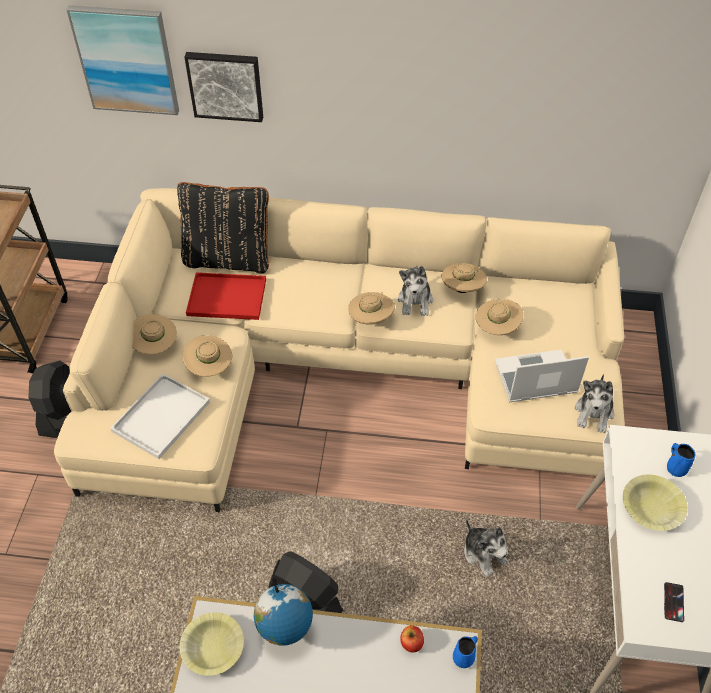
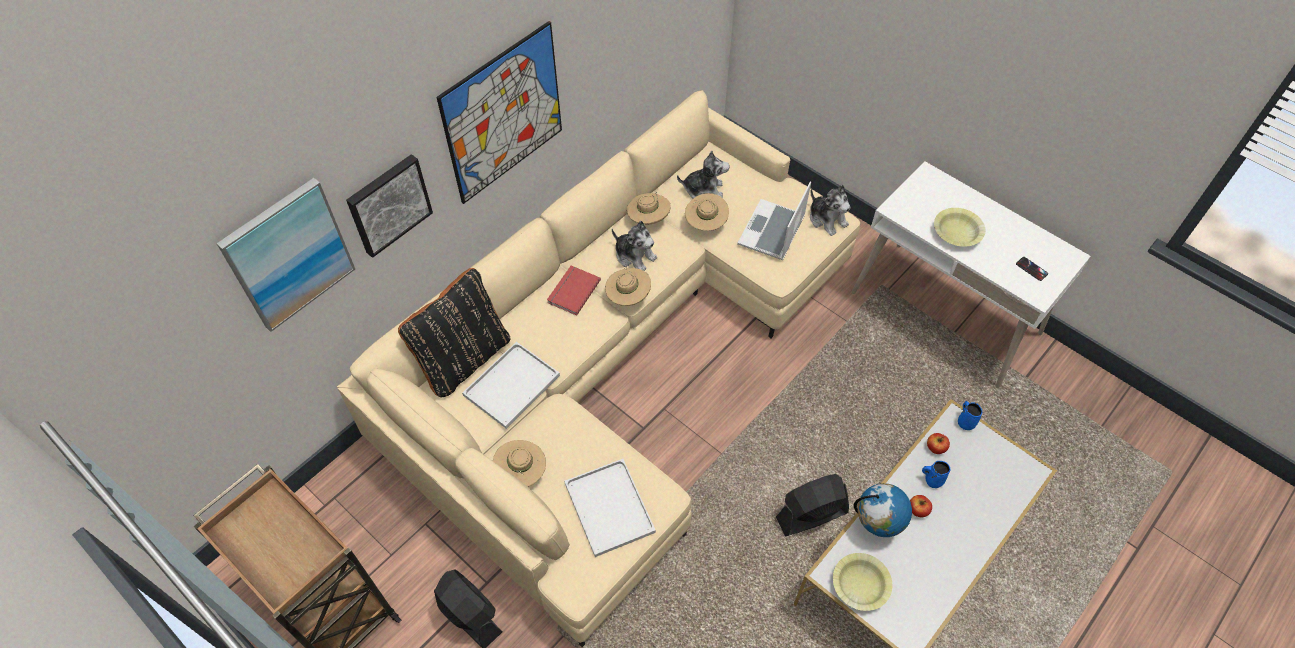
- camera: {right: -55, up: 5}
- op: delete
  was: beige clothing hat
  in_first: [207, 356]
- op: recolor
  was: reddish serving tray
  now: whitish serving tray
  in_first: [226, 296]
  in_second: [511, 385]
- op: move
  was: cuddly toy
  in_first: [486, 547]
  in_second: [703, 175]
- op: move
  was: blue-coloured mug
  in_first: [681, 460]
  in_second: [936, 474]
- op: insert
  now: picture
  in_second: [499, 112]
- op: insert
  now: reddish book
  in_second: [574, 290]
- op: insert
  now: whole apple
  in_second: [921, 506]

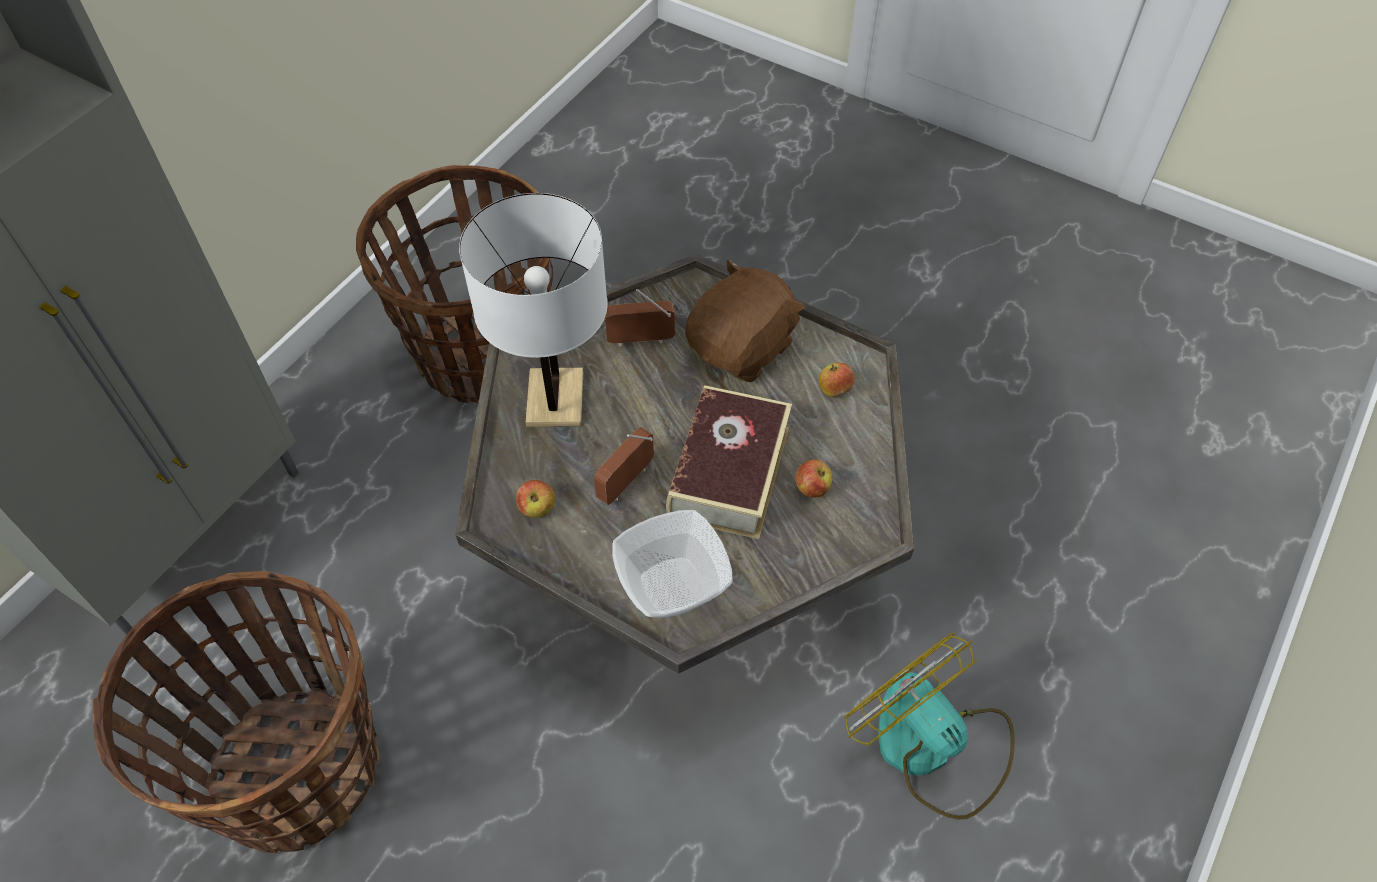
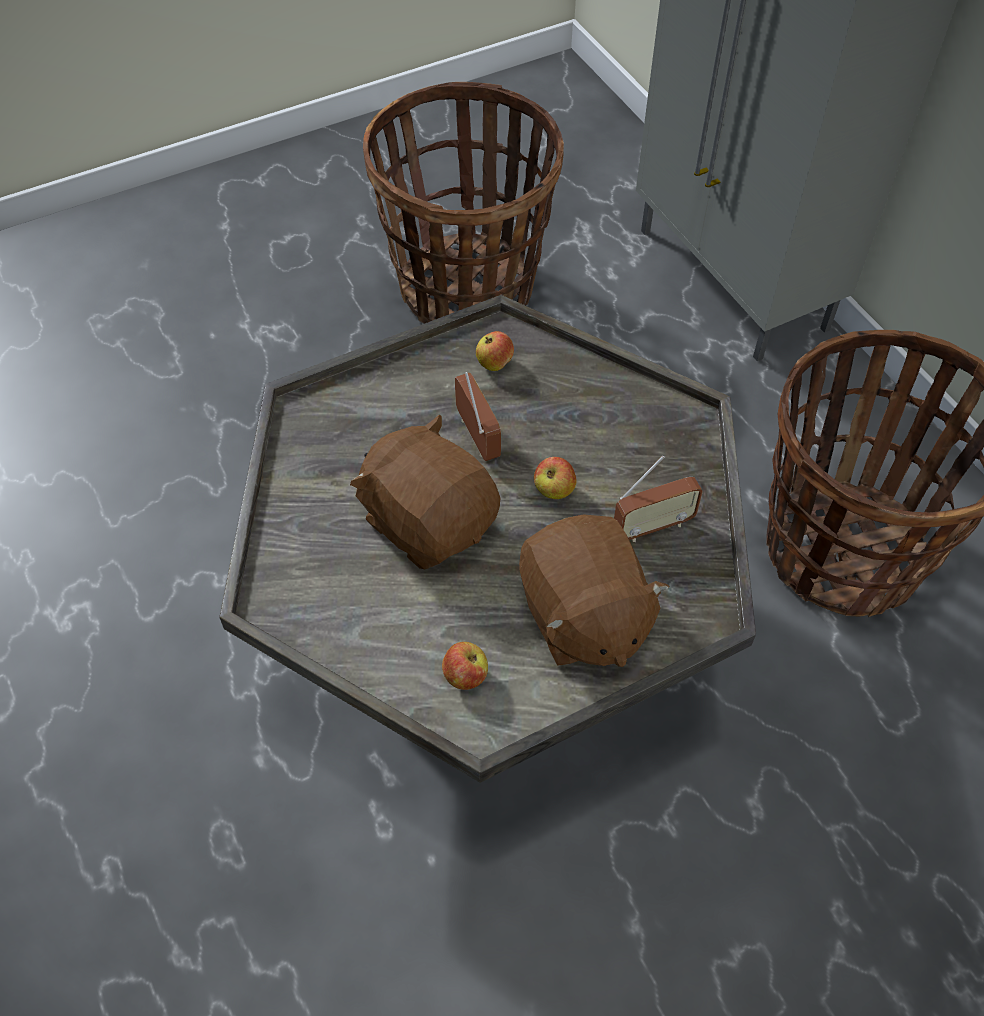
- camera: {right: 120, up: 0}
- op: delete
  was: whitish lamp for a table
  in_first: [533, 310]
- op: rotate
  was: radio set
  in_first: [640, 318]
  in_second: [658, 499]
  clockwise: 45
- op: delete
  was: serving bowl
  in_first: [672, 564]
- op: replace
  was: book
  now: brown-coloured cuddly toy
  in_first: [729, 462]
  in_second: [425, 491]
- op: move
  was: whole apple
  in_first: [814, 478]
  in_second: [555, 478]
- op: delete
  was: cooling fan
  in_first: [929, 726]

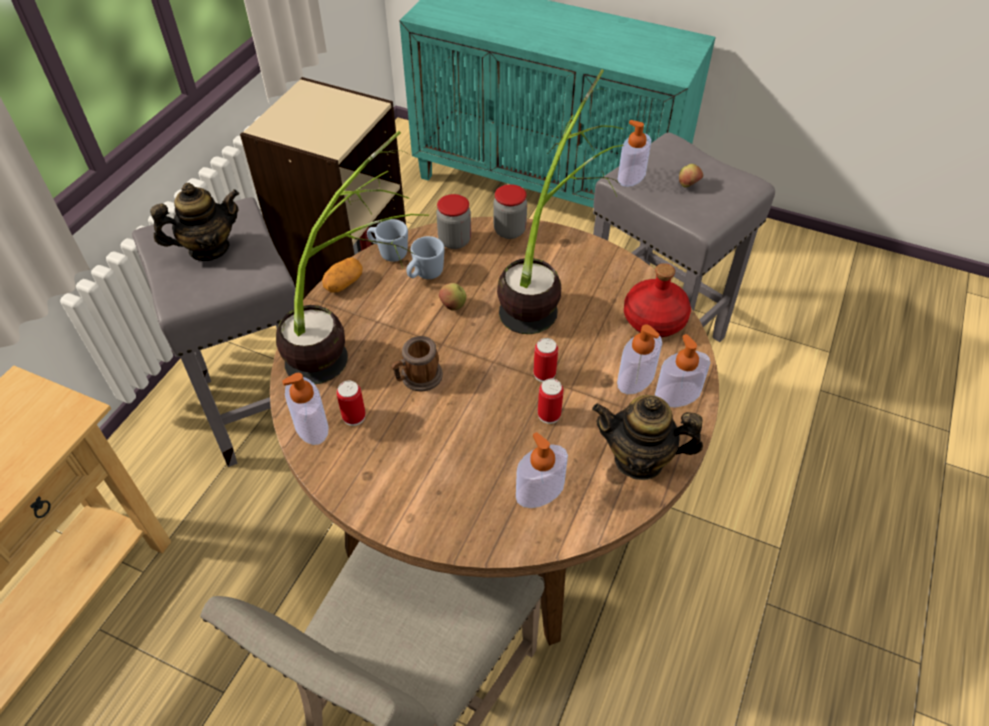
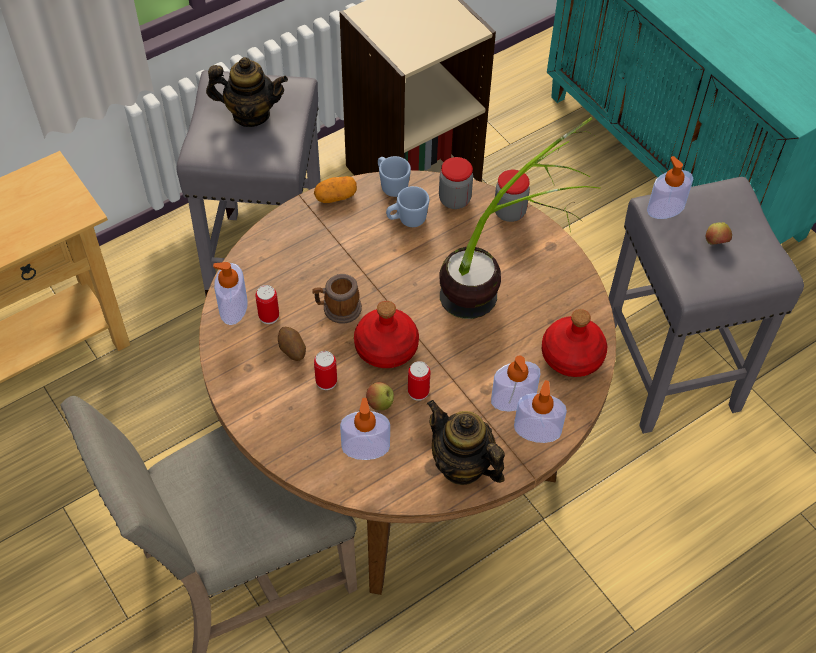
- camera: {right: 30, up: 5}
- op: delete
  was: houseplant
  in_first: [352, 257]
- op: move
  was: whole apple
  in_first: [453, 296]
  in_second: [380, 396]
- op: move
  was: sealed can
  in_first: [545, 360]
  in_second: [325, 370]
- op: insert
  now: potato
  in_second: [292, 344]
- op: insert
  now: reddish bottle
  in_second: [386, 334]

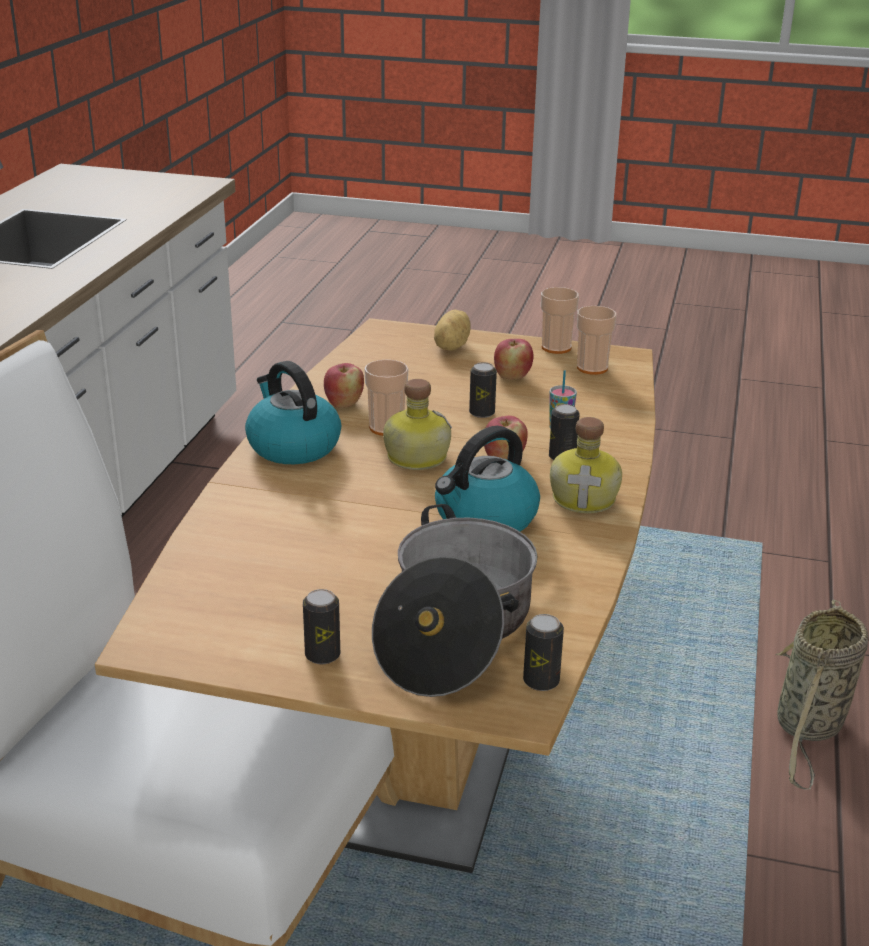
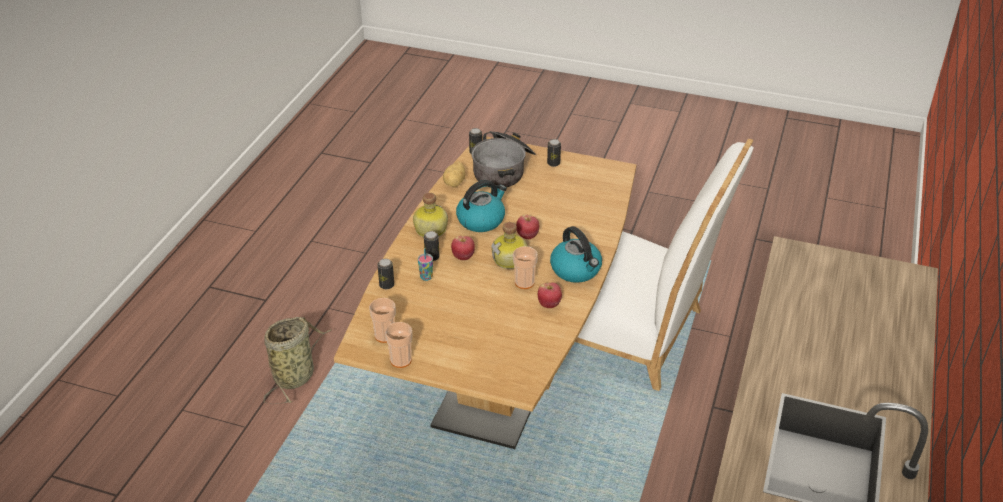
- camera: {right: -175, up: 10}
- op: move
  was: potato
  in_first: [452, 330]
  in_second: [454, 174]
- op: move
  was: sealed can
  in_first: [483, 390]
  in_second: [385, 274]
- op: move
  was: whole apple
  in_first: [513, 359]
  in_second: [527, 226]

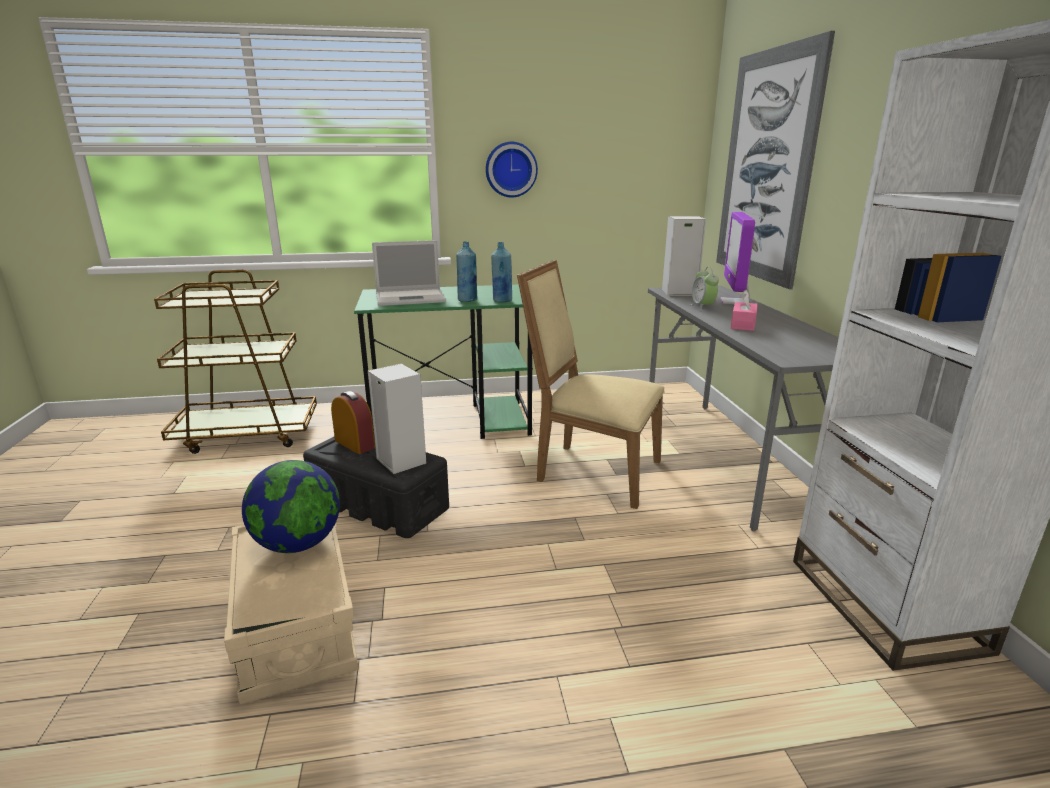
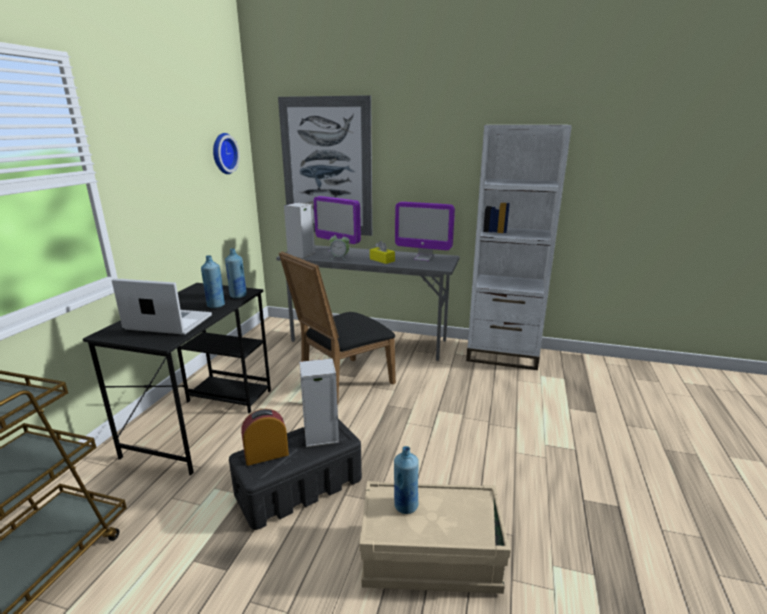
- camera: {right: -65, up: 0}
- op: replace
  was: desk globe
  now: blue-coloured bottle
  in_first: [291, 506]
  in_second: [406, 480]
- op: recolor
  was: green desk table
  now: black-coloured desk table
  in_first: [443, 361]
  in_second: [177, 379]
- op: rotate
  was: notebook computer
  in_first: [409, 273]
  in_second: [162, 306]
  clockwise: -90
- op: move
  was: clock on the wall
  in_first: [512, 170]
  in_second: [226, 153]
- op: recolor
  was: beige chair
  now: black-coloured chair
  in_first: [590, 384]
  in_second: [337, 328]
- op: recolor
  was: pink box of tissues
  now: yellow-coloured box of tissues
  in_first: [744, 310]
  in_second: [382, 252]
- op: insert
  now: monitor
  in_second: [425, 231]

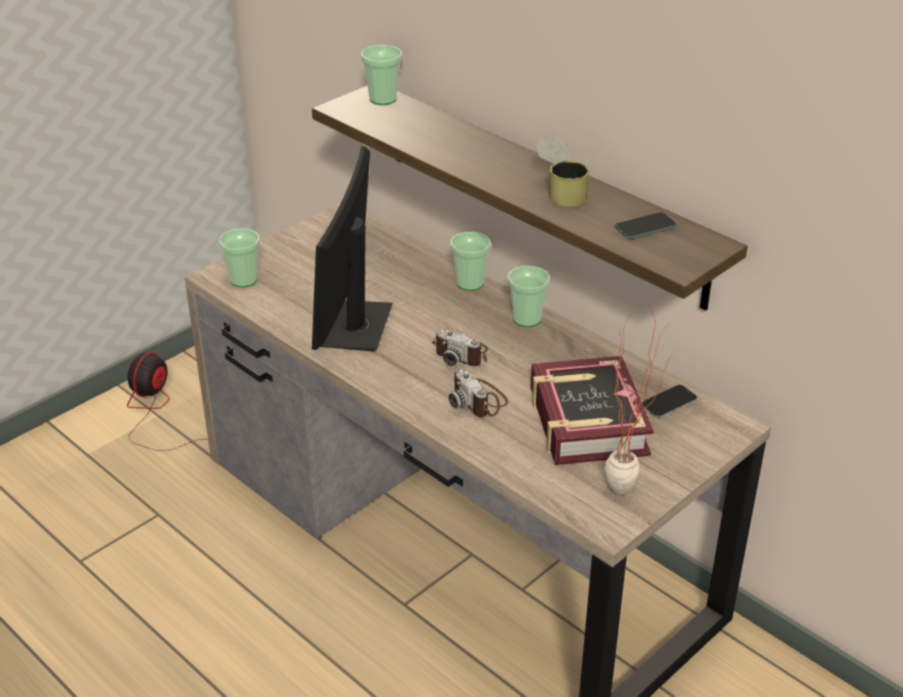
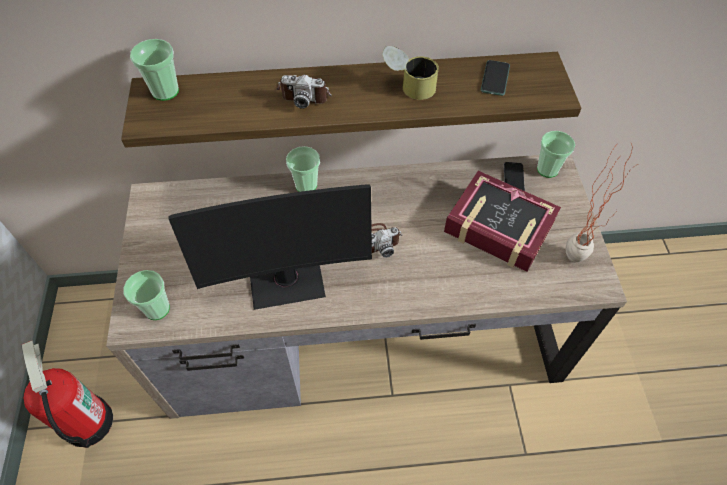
- camera: {right: -50, up: 20}
- op: replace
  was: cooling fan
  now: fire extinguisher
  in_first: [167, 401]
  in_second: [67, 394]
- op: rotate
  was: monitor
  in_first: [352, 249]
  in_second: [270, 247]
  clockwise: -60
- op: move
  was: still camera
  in_first: [478, 393]
  in_second: [304, 92]
- op: move
  was: cup
  in_first: [529, 296]
  in_second: [556, 154]

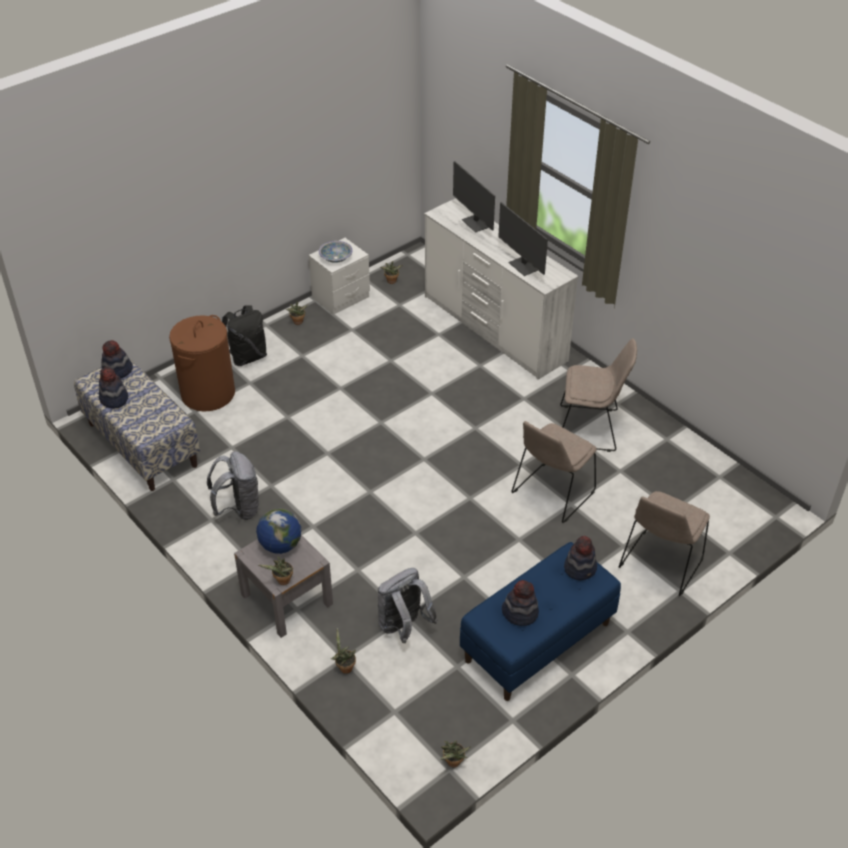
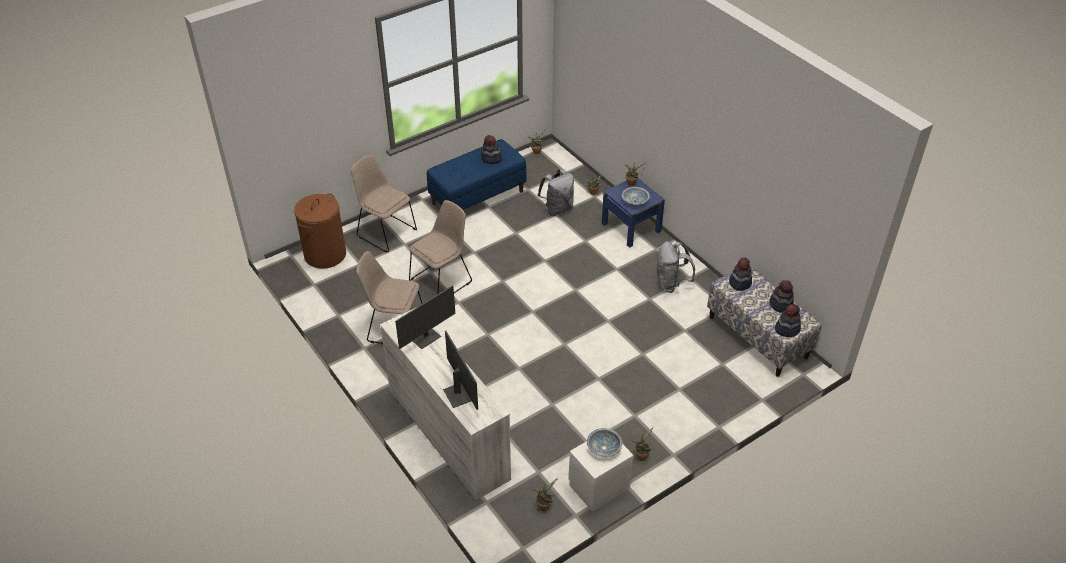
- camera: {right: -175, up: 0}
- op: move
  was: brown-coloured laundry basket
  in_first: [202, 363]
  in_second: [320, 231]
- op: delete
  was: black-coloured backpack
  in_first: [244, 335]
- op: recolor
  was: gray night table
  now: blue-coloured night table
  in_first: [283, 586]
  in_second: [633, 213]
- op: replace
  was: desk globe
  now: serving bowl
  in_first: [278, 531]
  in_second: [636, 196]
- op: rotate
  was: monitor
  in_first: [523, 239]
  in_second: [425, 317]
  clockwise: 75
- op: move
  was: clothing hat
  in_first: [580, 558]
  in_second: [740, 274]
- op: rotate
  was: beige chair
  in_first: [664, 543]
  in_second: [384, 203]
  clockwise: -90

